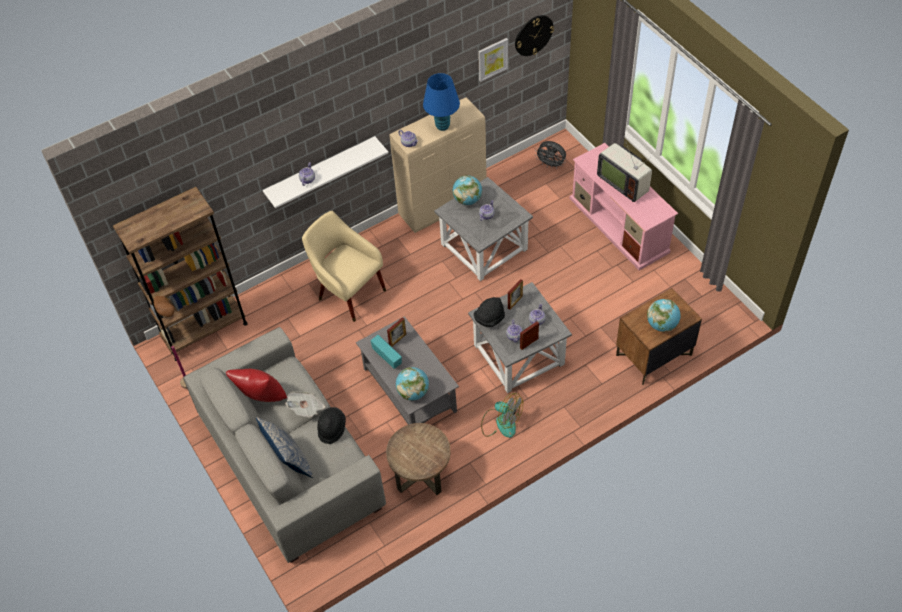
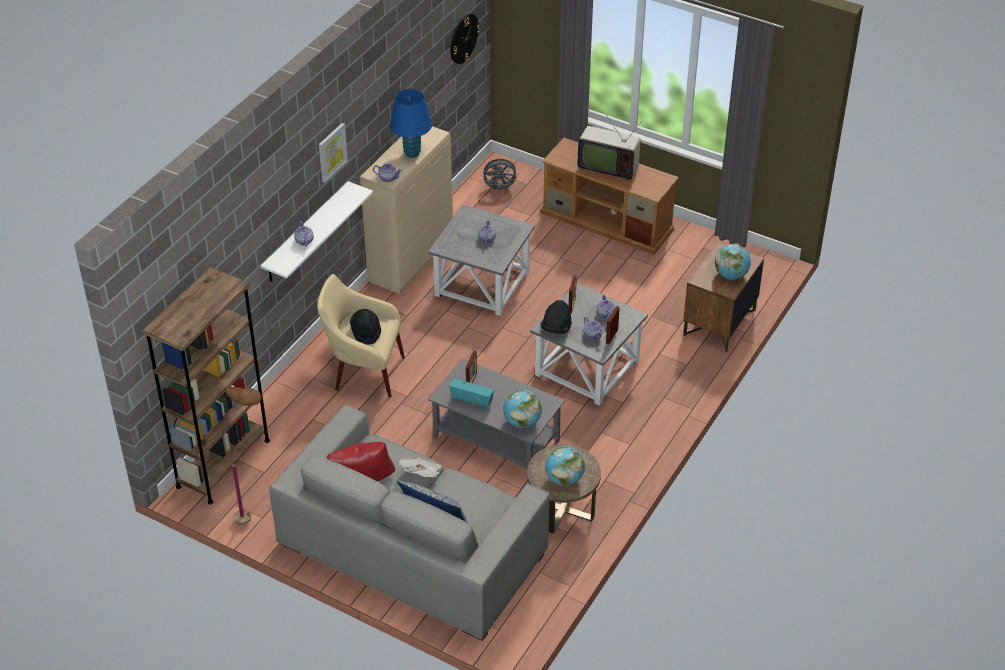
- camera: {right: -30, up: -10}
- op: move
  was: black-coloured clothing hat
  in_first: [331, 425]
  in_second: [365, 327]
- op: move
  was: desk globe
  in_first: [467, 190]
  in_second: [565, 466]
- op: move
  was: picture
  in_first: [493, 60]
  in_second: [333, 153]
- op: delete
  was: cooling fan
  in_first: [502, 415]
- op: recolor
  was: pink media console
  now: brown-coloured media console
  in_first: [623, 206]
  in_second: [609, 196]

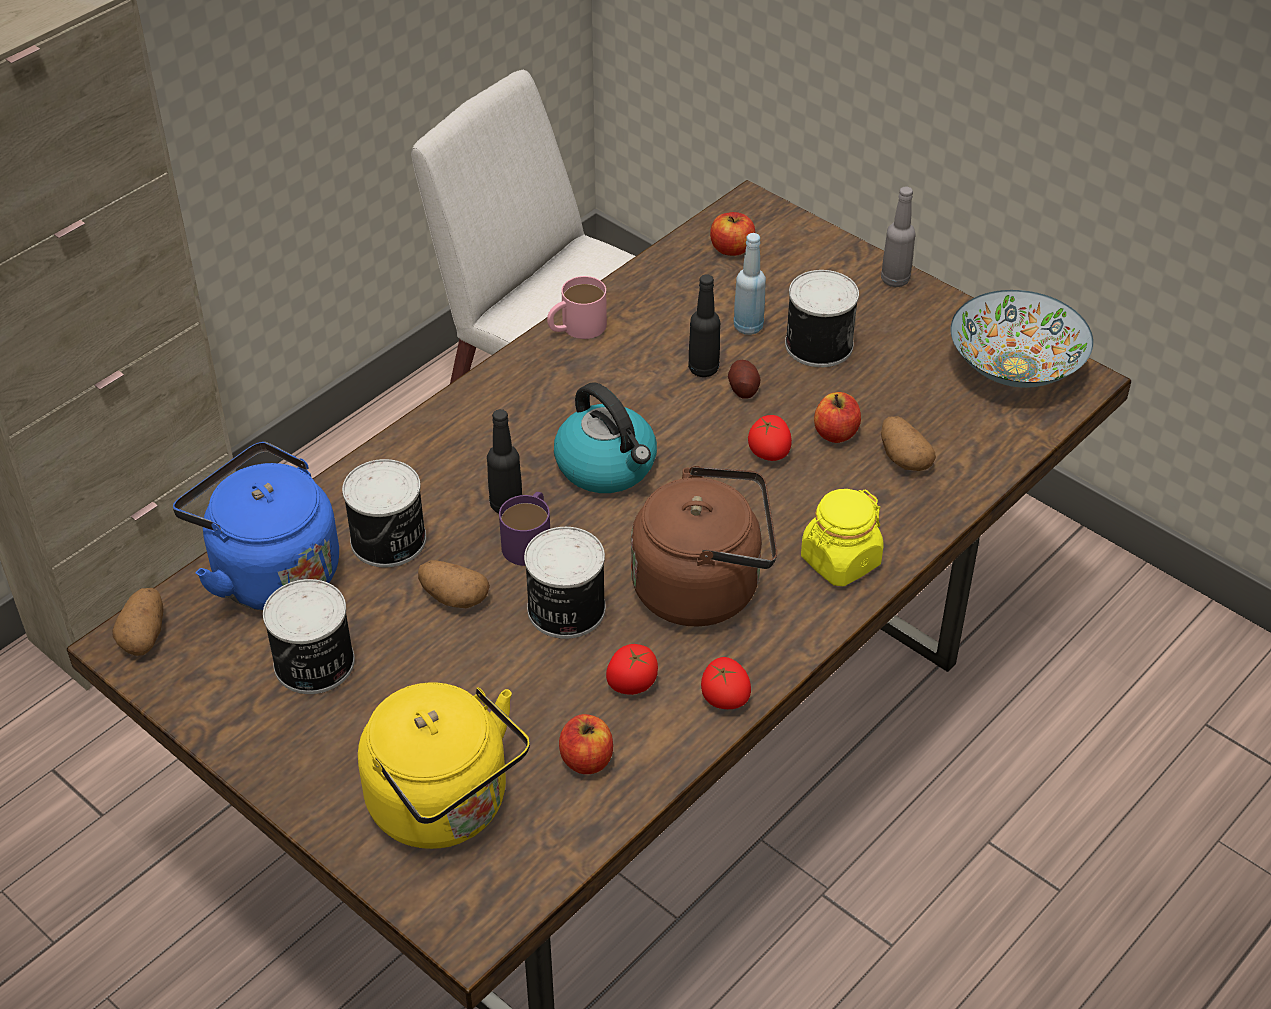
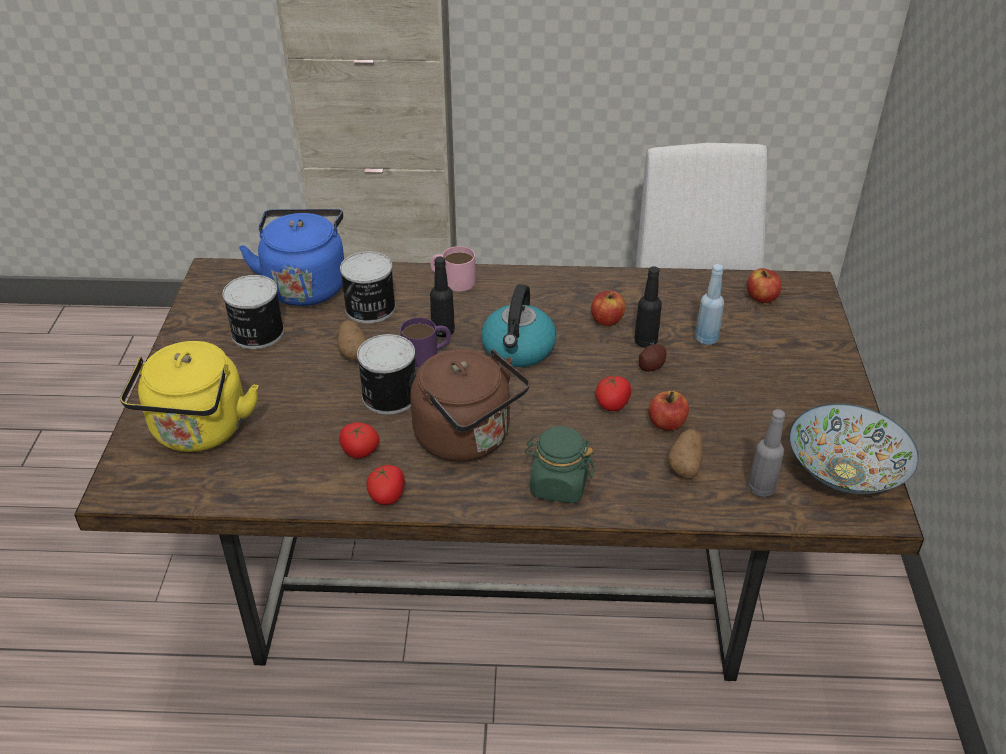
- camera: {right: 50, up: -5}
- op: delete
  was: potato
  in_first: [138, 622]
- op: move
  was: pink mug
  in_first: [577, 307]
  in_second: [453, 268]
- op: move
  was: whole apple
  in_first: [586, 744]
  in_second: [608, 308]
- op: delete
  was: sealed can
  in_first: [822, 318]
- op: recolor
  was: yellow-coloured storage jar
  now: green storage jar
  in_first: [842, 537]
  in_second: [560, 464]
- op: move
  was: gray bottle
  in_first: [898, 237]
  in_second: [766, 453]

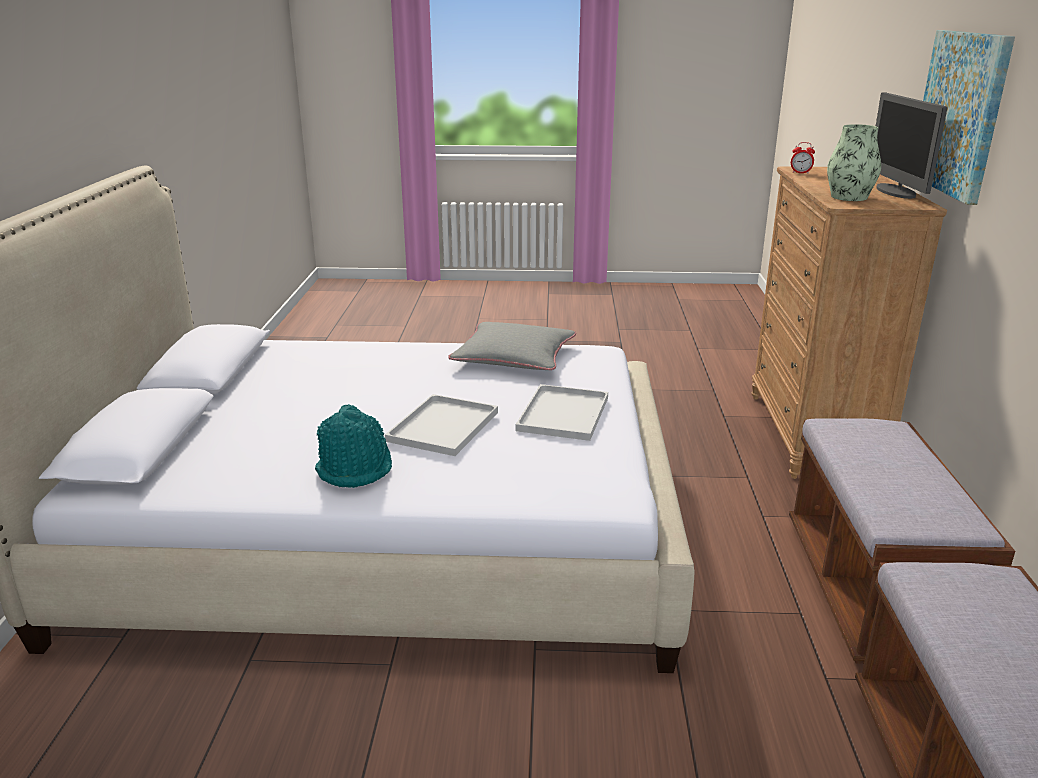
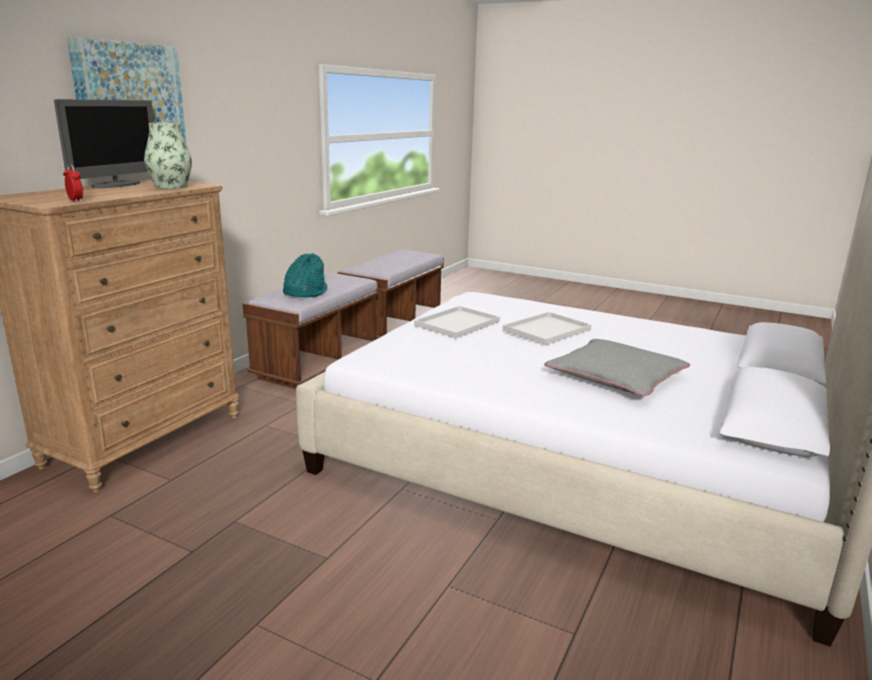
- camera: {right: -155, up: -5}
- op: move
  was: turquoise-coloured clothing hat
  in_first: [353, 446]
  in_second: [305, 275]
- op: move
  was: gray pillow
  in_first: [512, 346]
  in_second: [617, 367]

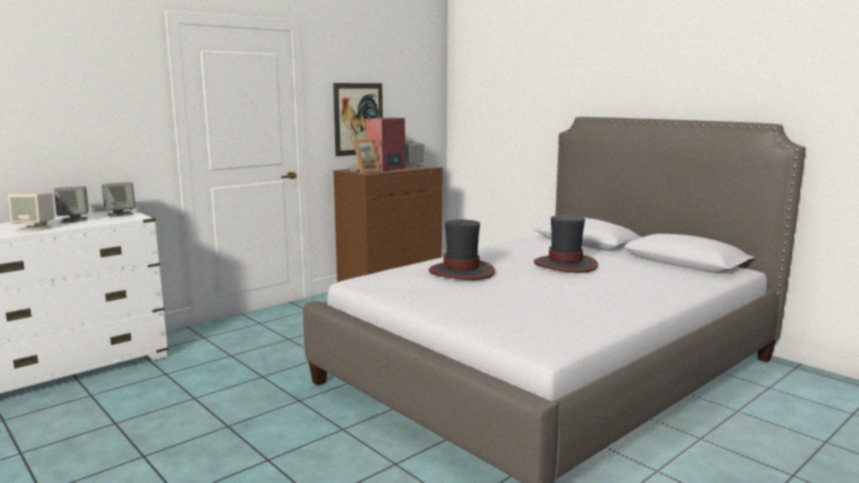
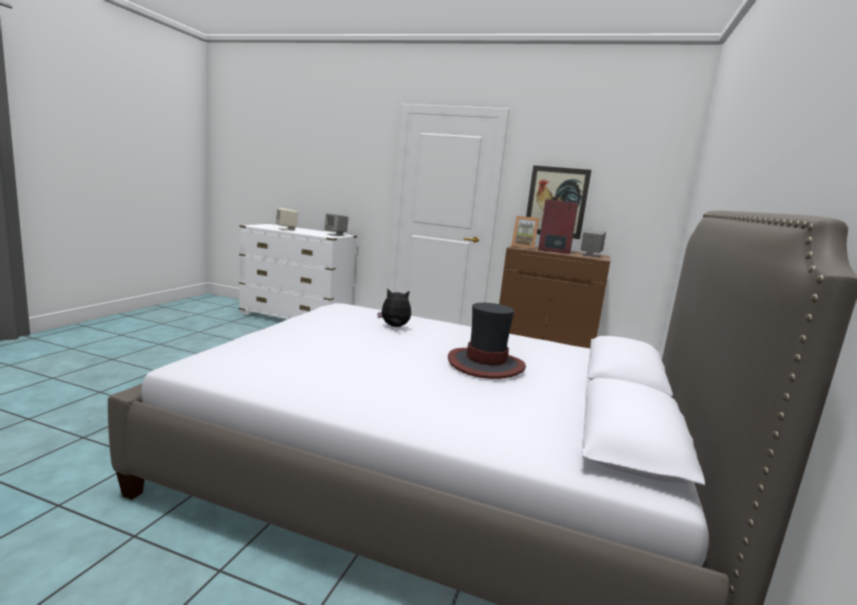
- camera: {right: 60, up: 0}
- op: delete
  was: gray speaker
  in_first: [71, 204]
- op: replace
  was: clothing hat
  now: cuddly toy
  in_first: [462, 249]
  in_second: [394, 307]

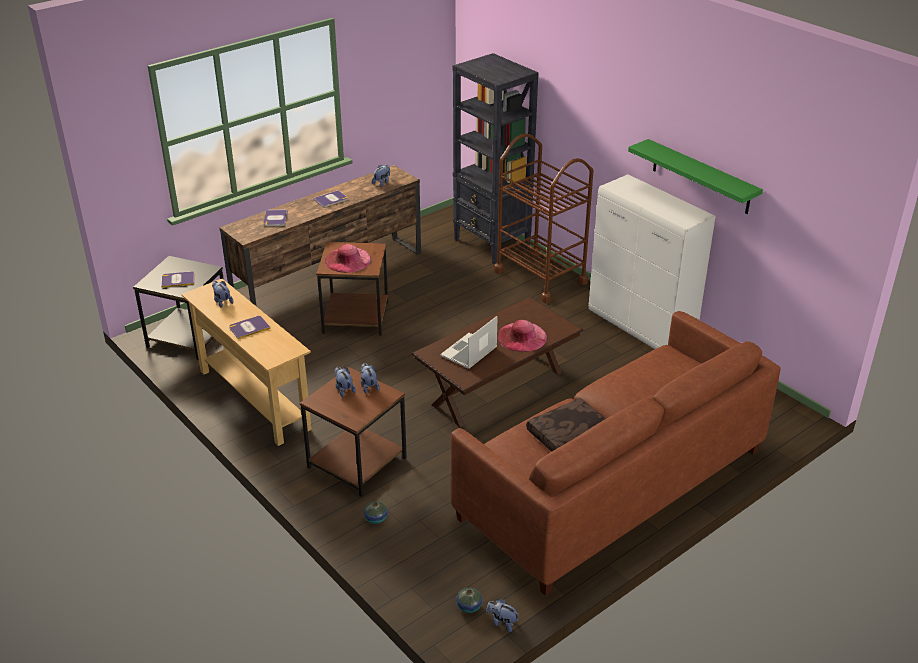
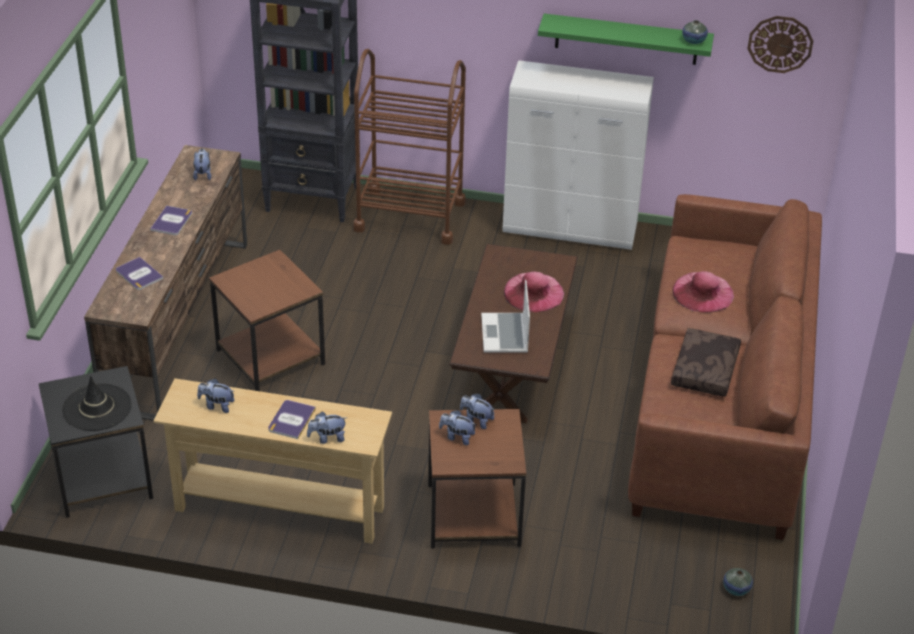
- camera: {right: -40, up: 5}
- op: replace
  was: book
  now: black-coloured clothing hat
  in_first: [177, 279]
  in_second: [97, 403]
- op: move
  was: pink clothing hat
  in_first: [348, 258]
  in_second: [703, 292]
- op: move
  was: flower vase
  in_first: [376, 512]
  in_second: [695, 32]
- op: move
  was: cuddly toy
  in_first: [502, 615]
  in_second: [327, 428]
- op: insert
  now: clock on the wall
  in_second: [780, 44]

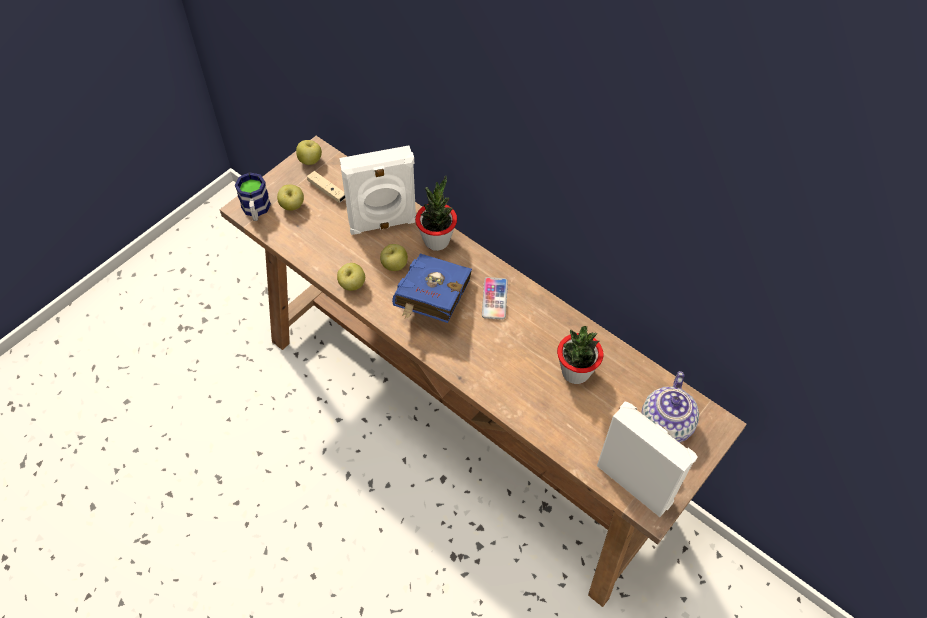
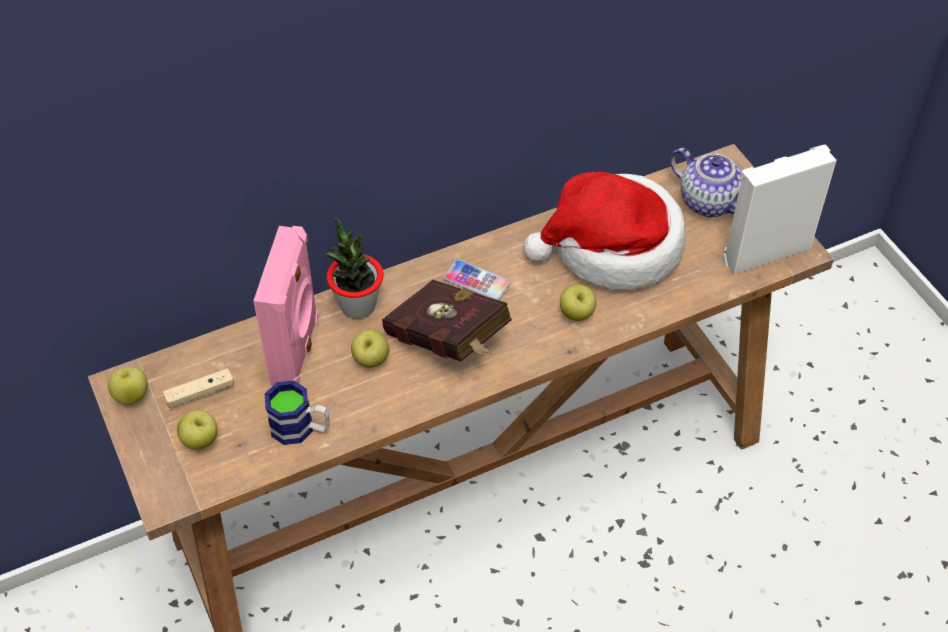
- camera: {right: -65, up: -5}
- op: move
  was: mug
  in_first: [253, 196]
  in_second: [297, 412]
- op: move
  was: whole apple
  in_first: [351, 277]
  in_second: [578, 303]
- op: recolor
  was: whitish speaker
  now: pink speaker
  in_first: [377, 190]
  in_second: [286, 306]
- op: recolor
  was: blue-coloured book
  now: reddish book
  in_first: [432, 288]
  in_second: [447, 321]
- op: replace
  was: houseplant
  now: clothing hat
  in_first: [580, 355]
  in_second: [604, 231]

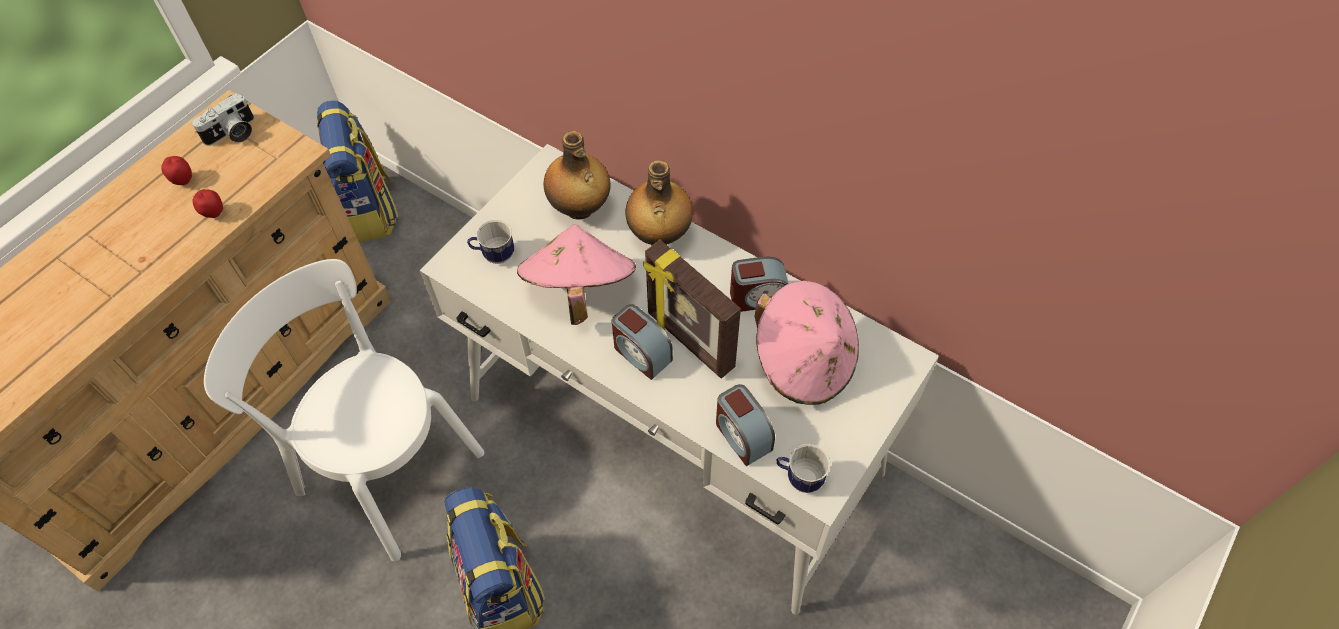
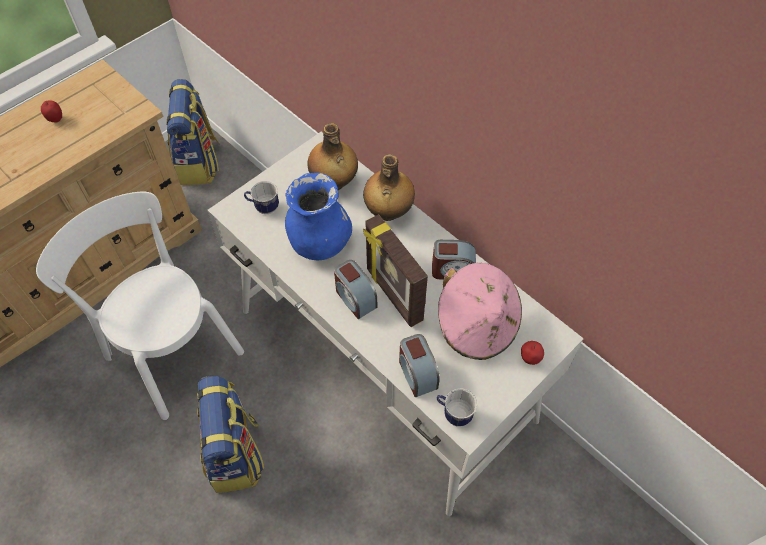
- camera: {right: 10, up: 0}
- op: delete
  was: still camera
  in_first: [223, 119]
- op: move
  was: whole apple
  in_first: [207, 203]
  in_second: [532, 353]
- op: replace
  was: pink clothing hat
  now: blue-coloured flower vase
  in_first: [576, 274]
  in_second: [318, 216]

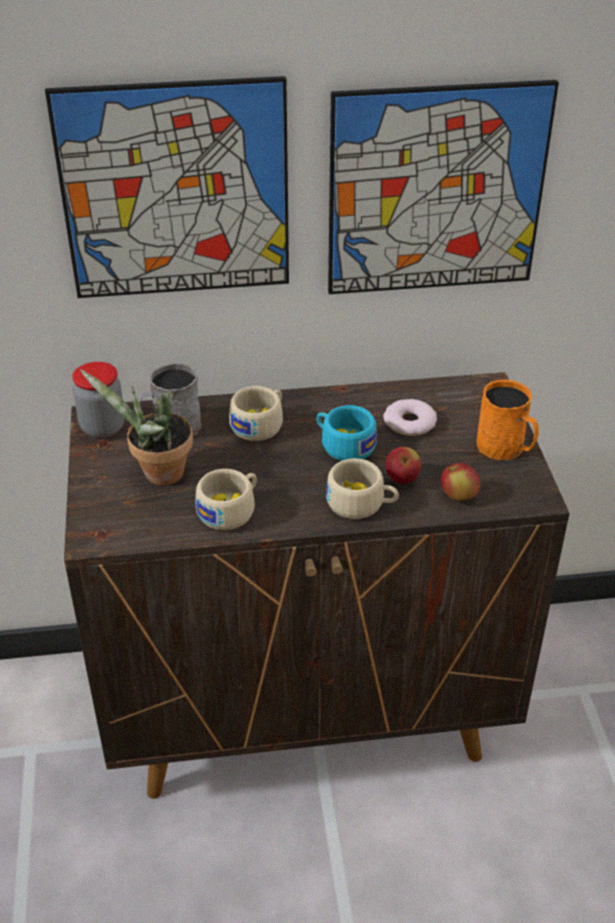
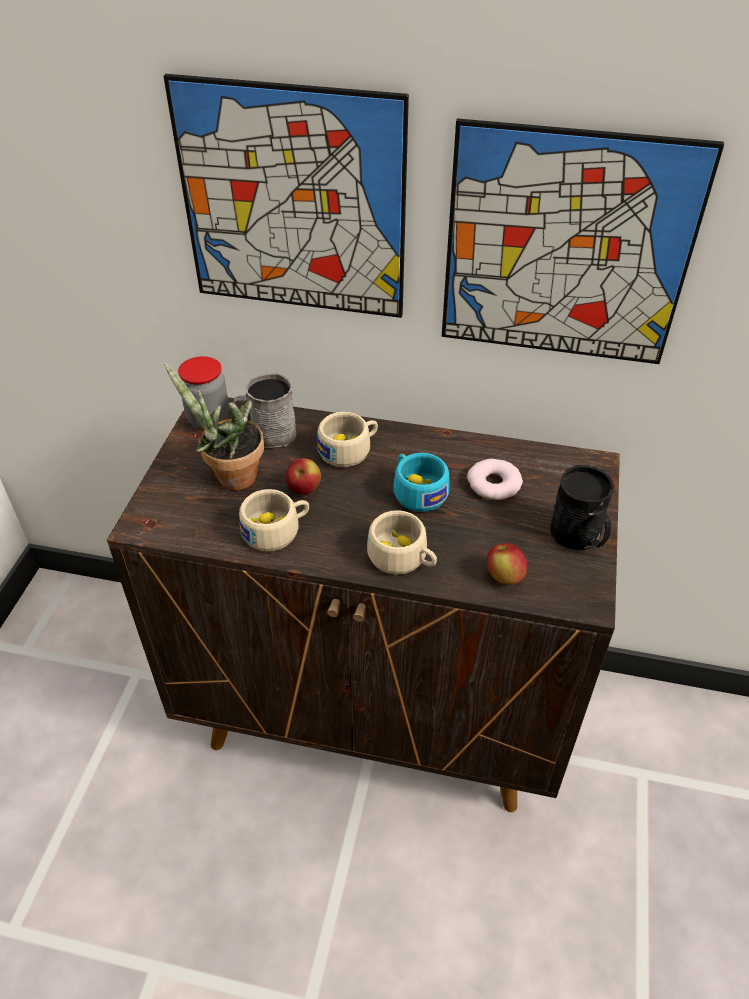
- camera: {right: 20, up: 5}
- op: move
  was: whole apple
  in_first: [403, 465]
  in_second: [303, 476]
- op: recolor
  was: orangey mug
  now: black-coloured mug
  in_first: [507, 420]
  in_second: [582, 507]

